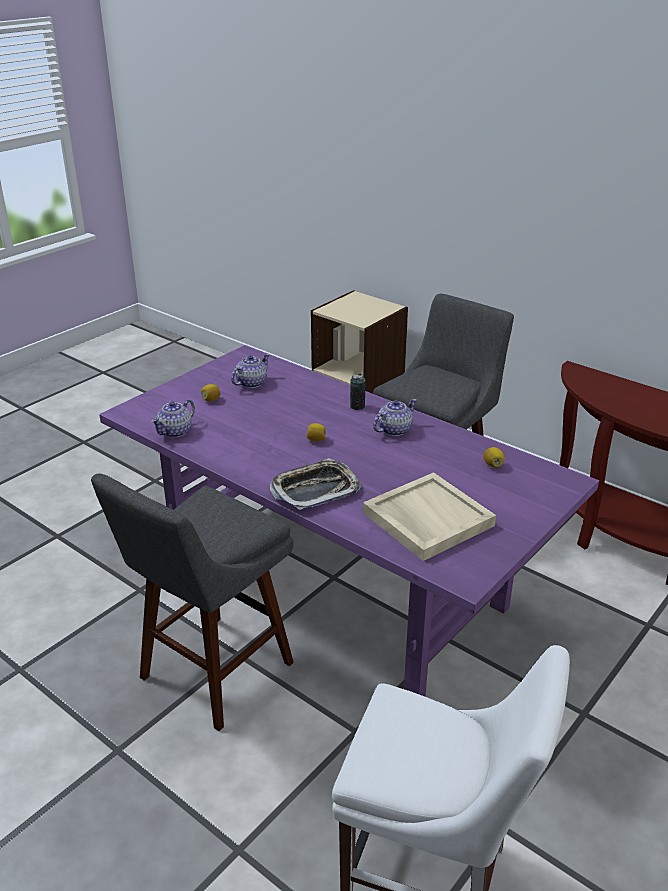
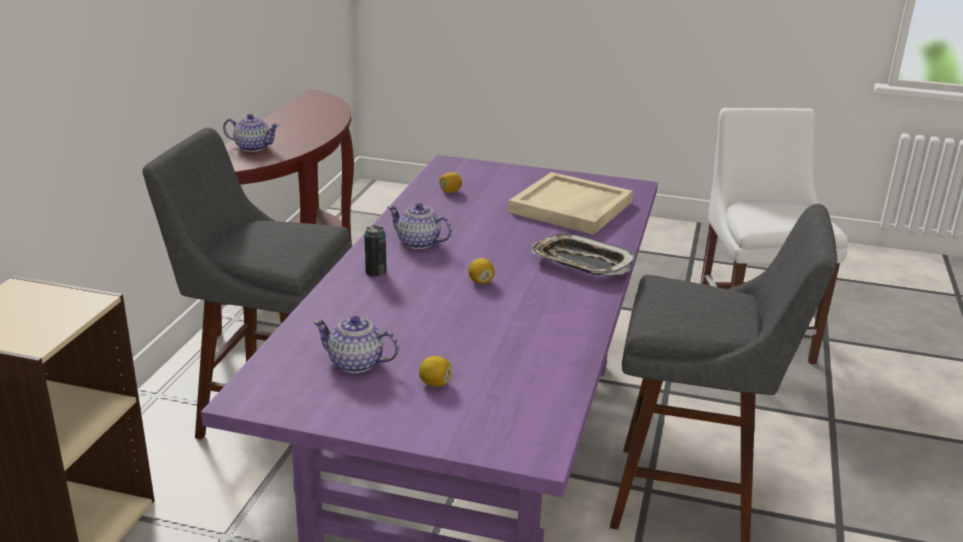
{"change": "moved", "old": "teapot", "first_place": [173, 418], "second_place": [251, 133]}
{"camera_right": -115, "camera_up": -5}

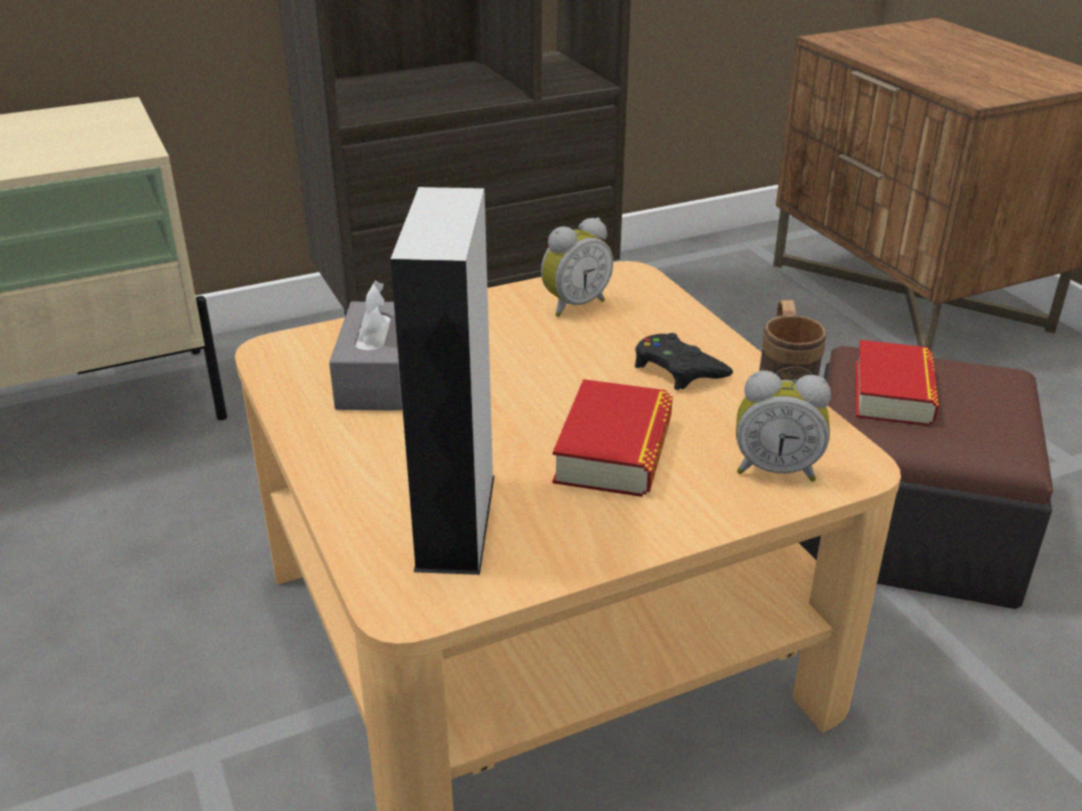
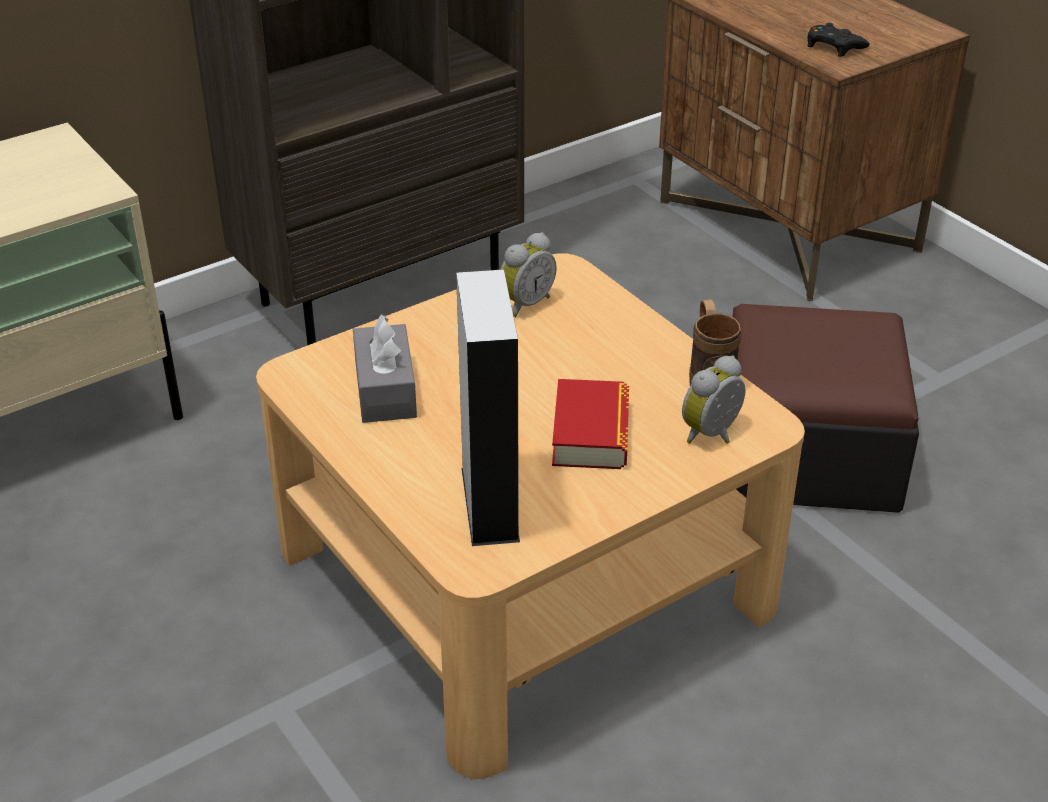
{"change": "moved", "old": "black-coloured game controller", "first_place": [684, 361], "second_place": [838, 40]}
{"change": "removed", "old": "book", "first_place": [897, 383]}
{"change": "turned", "old": "bedside clock", "first_place": [783, 426], "second_place": [713, 399], "degrees": 135}
{"camera_right": -10, "camera_up": 5}

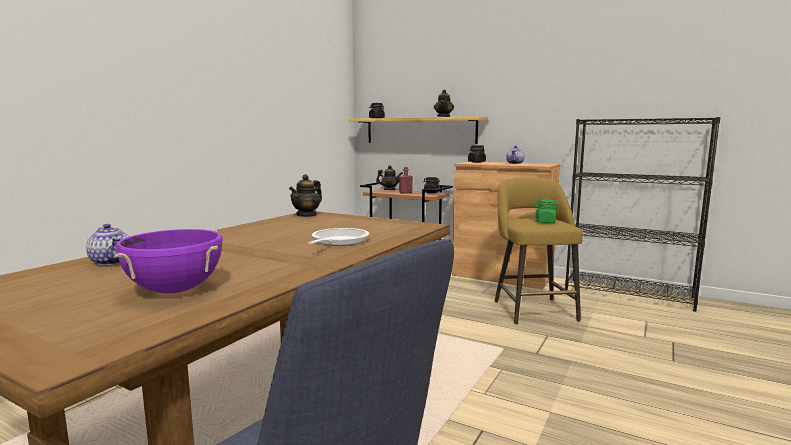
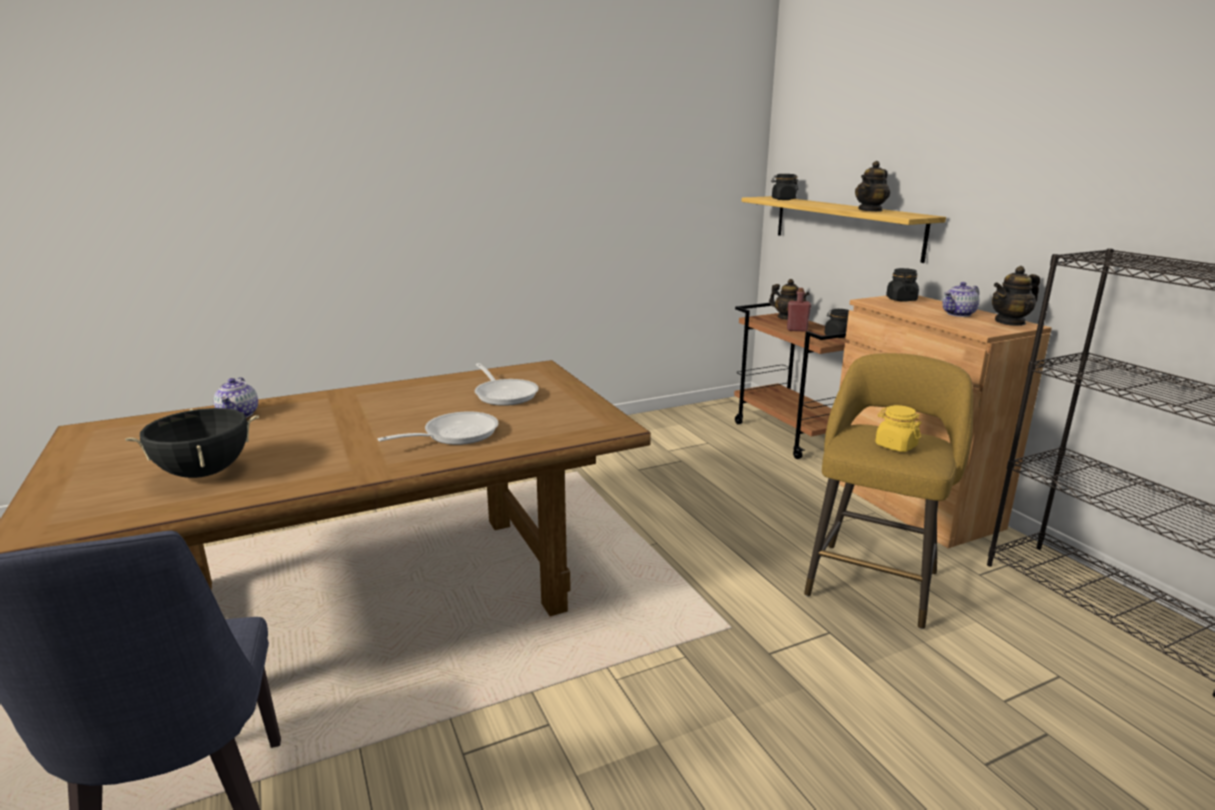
{"change": "moved", "old": "teapot", "first_place": [305, 195], "second_place": [1016, 296]}
{"change": "recoloured", "old": "green-coloured preserve jar", "new": "yellow-coloured preserve jar", "first_place": [545, 211], "second_place": [898, 428]}
{"change": "recoloured", "old": "purplish stockpot", "new": "black-coloured stockpot", "first_place": [168, 261], "second_place": [192, 443]}
{"change": "added", "new": "frying pan", "second_place": [507, 384]}
{"camera_right": 35, "camera_up": 10}

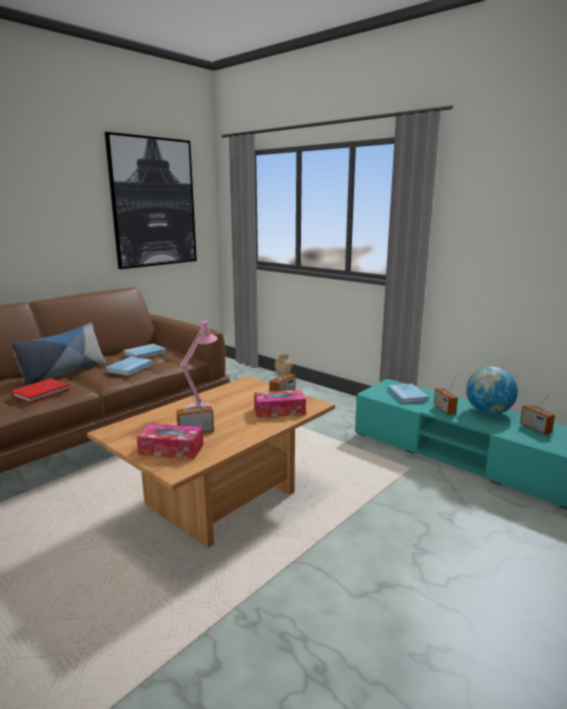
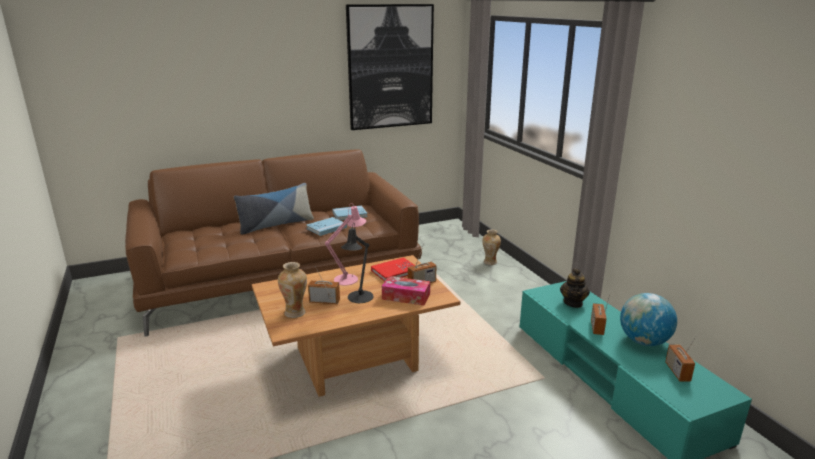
{"change": "moved", "old": "reddish book", "first_place": [40, 390], "second_place": [393, 269]}
{"change": "replaced", "old": "blue-coloured book", "new": "teapot", "first_place": [408, 394], "second_place": [575, 288]}
{"change": "replaced", "old": "tissue box", "new": "vase", "first_place": [170, 441], "second_place": [292, 290]}
{"change": "added", "new": "black-coloured lamp for a table", "second_place": [357, 263]}
{"camera_right": 25, "camera_up": 5}

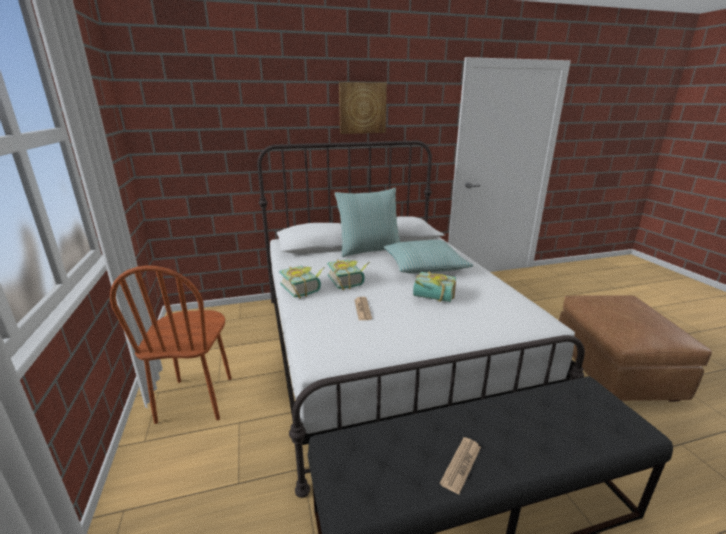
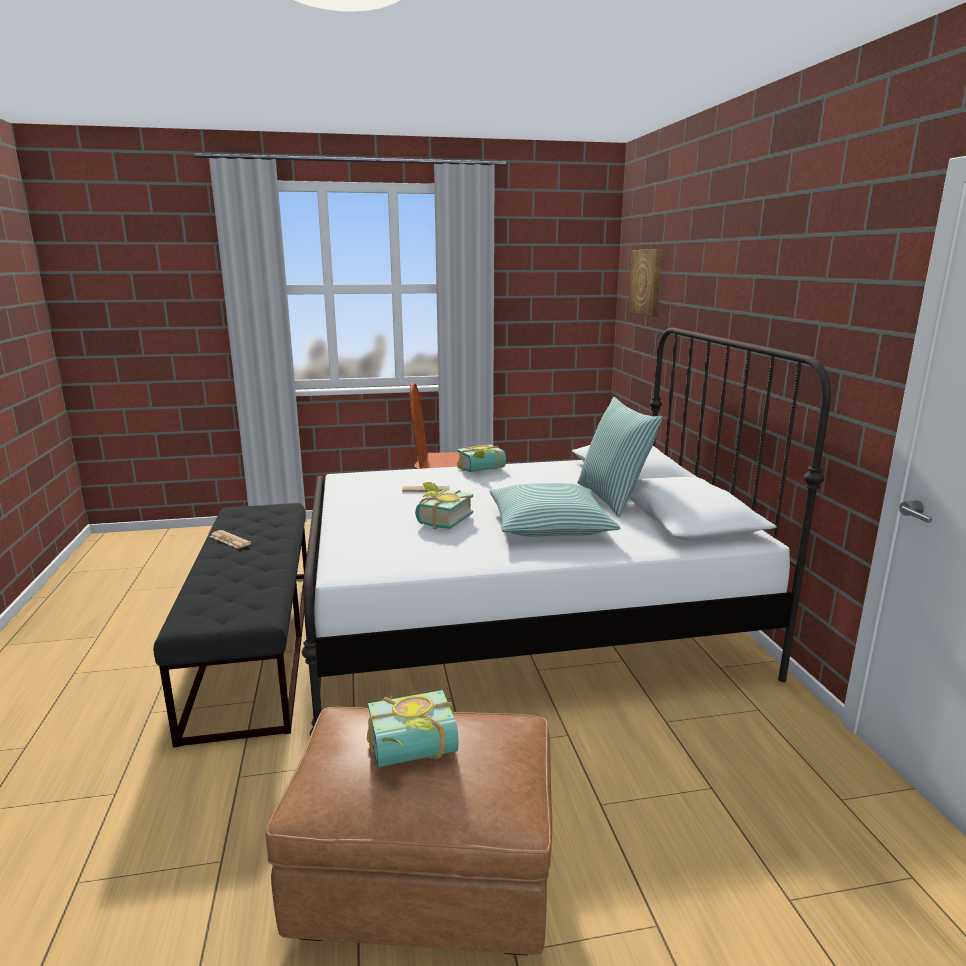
{"change": "moved", "old": "wall picture", "first_place": [363, 108], "second_place": [645, 283]}
{"change": "moved", "old": "book", "first_place": [348, 274], "second_place": [413, 728]}
{"camera_right": 95, "camera_up": -5}

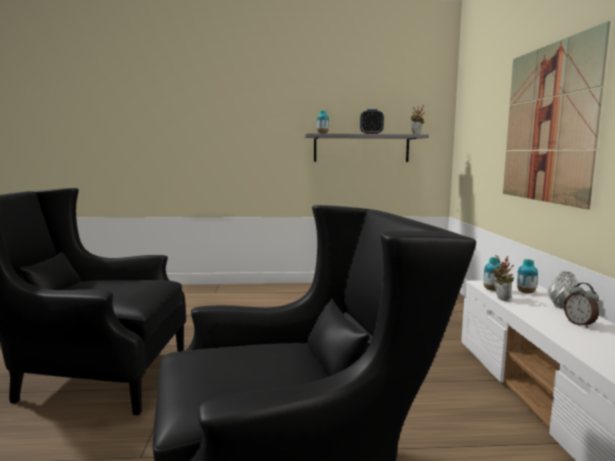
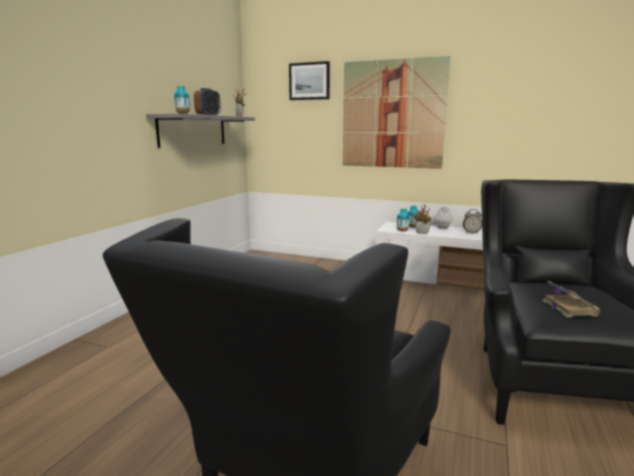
{"change": "added", "new": "wall picture", "second_place": [309, 80]}
{"change": "added", "new": "book", "second_place": [571, 299]}
{"camera_right": -65, "camera_up": 5}

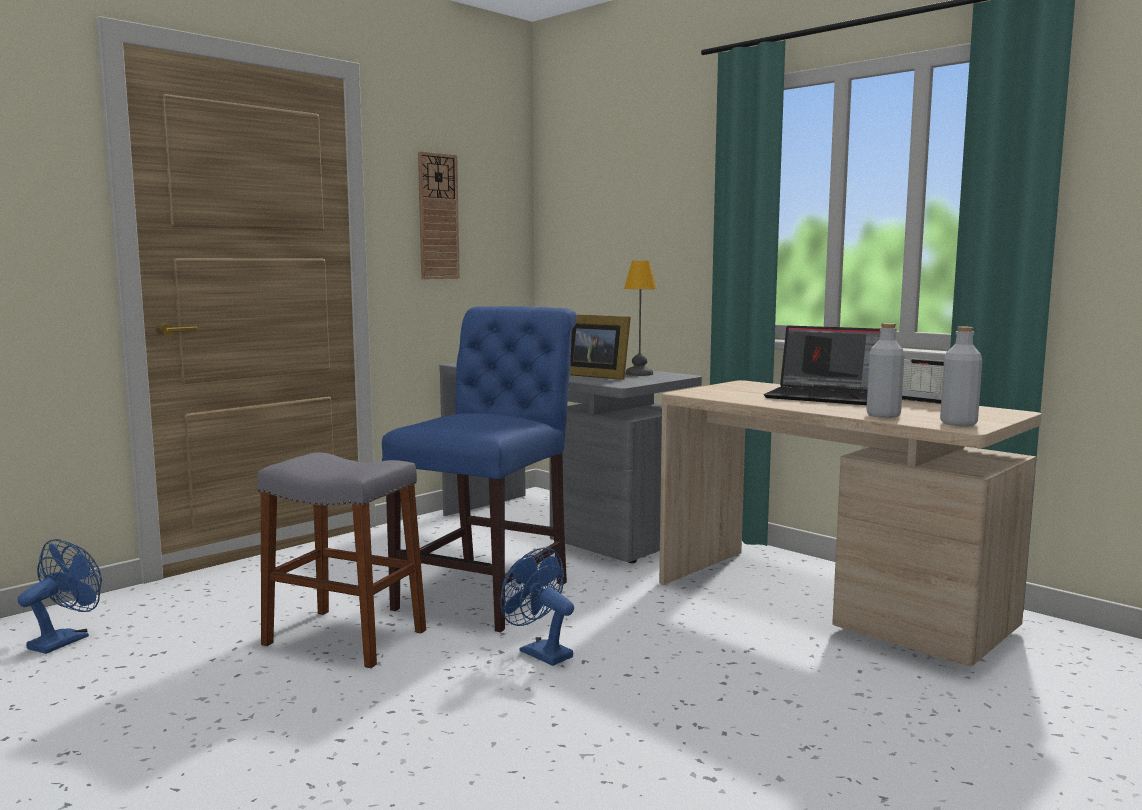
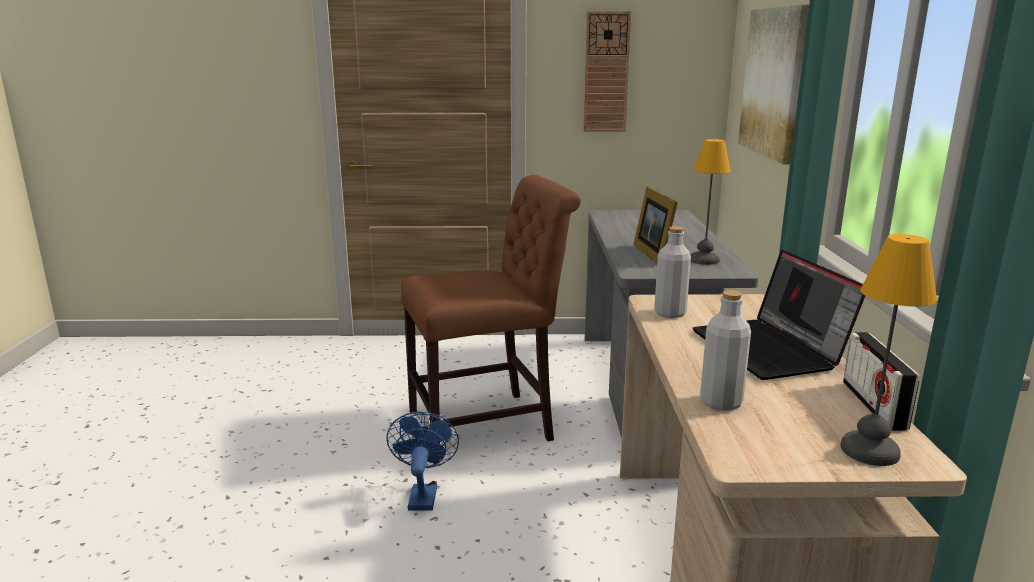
{"change": "recoloured", "old": "blue-coloured upright chair", "new": "brown-coloured upright chair", "first_place": [479, 469], "second_place": [491, 319]}
{"change": "moved", "old": "greyish drink bottle", "first_place": [961, 376], "second_place": [672, 272]}
{"change": "removed", "old": "greyish stool", "first_place": [341, 560]}
{"change": "removed", "old": "blue-coloured cooling fan", "first_place": [59, 596]}
{"change": "added", "new": "wall picture", "second_place": [773, 84]}
{"change": "added", "new": "lamp for a table", "second_place": [889, 350]}
{"camera_right": 45, "camera_up": 10}

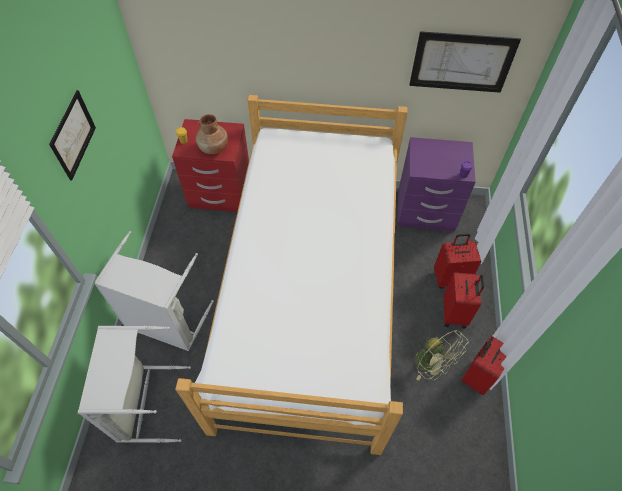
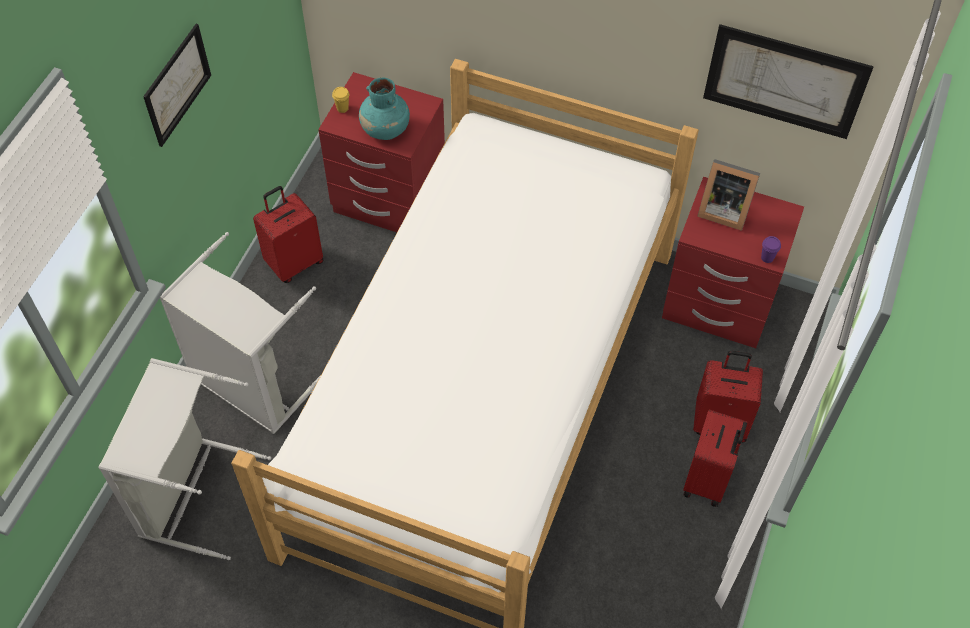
{"change": "recoloured", "old": "brown-coloured vase", "new": "turquoise vase", "first_place": [212, 134], "second_place": [384, 109]}
{"change": "recoloured", "old": "purplish night table", "new": "reddish night table", "first_place": [436, 184], "second_place": [733, 262]}
{"change": "removed", "old": "green-coloured cooling fan", "first_place": [442, 355]}
{"change": "moved", "old": "reddish suitcase", "first_place": [484, 365], "second_place": [288, 234]}
{"change": "added", "new": "standing frame", "second_place": [728, 195]}
{"camera_right": 15, "camera_up": 0}

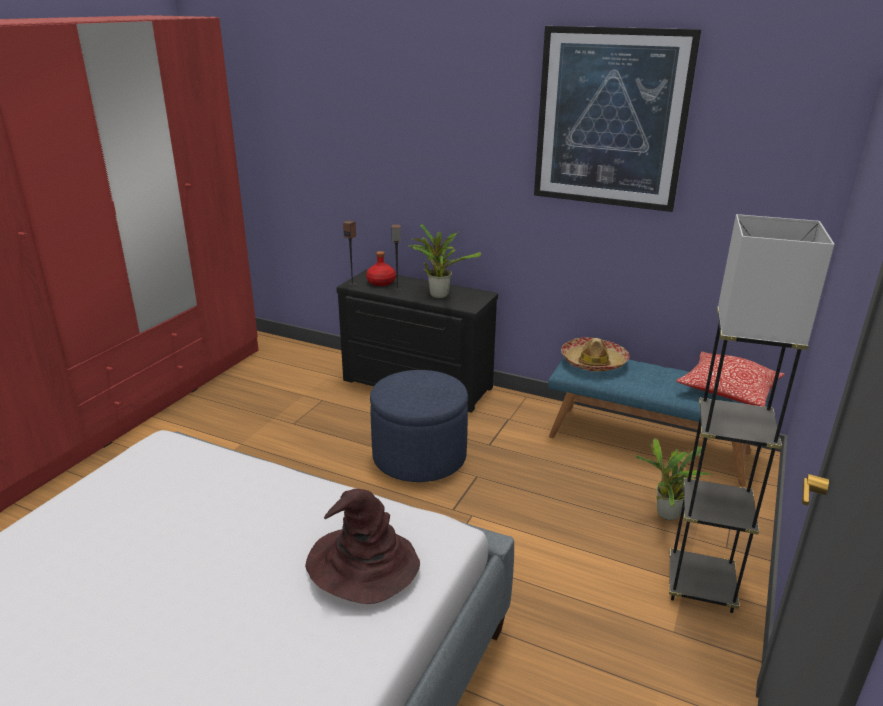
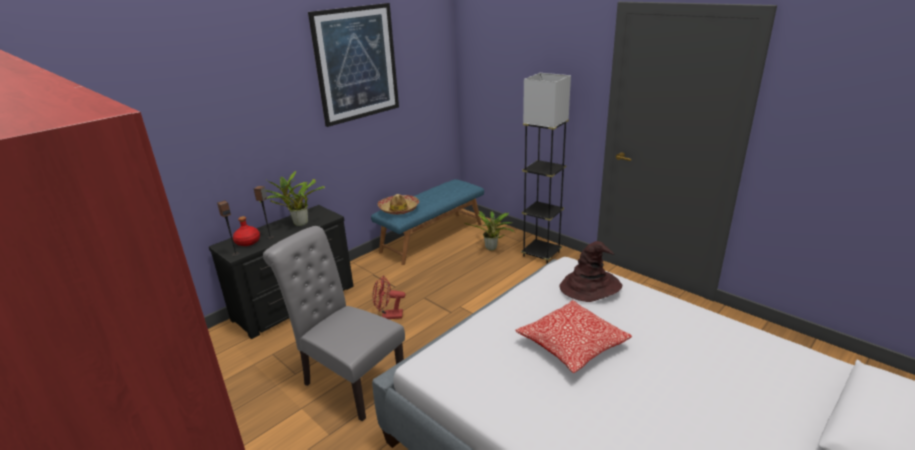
{"change": "moved", "old": "cushion", "first_place": [730, 378], "second_place": [573, 336]}
{"change": "replaced", "old": "blue-coloured footrest", "new": "reddish cooling fan", "first_place": [419, 426], "second_place": [389, 297]}
{"change": "added", "new": "greyish upright chair", "second_place": [334, 324]}
{"camera_right": -70, "camera_up": 0}

